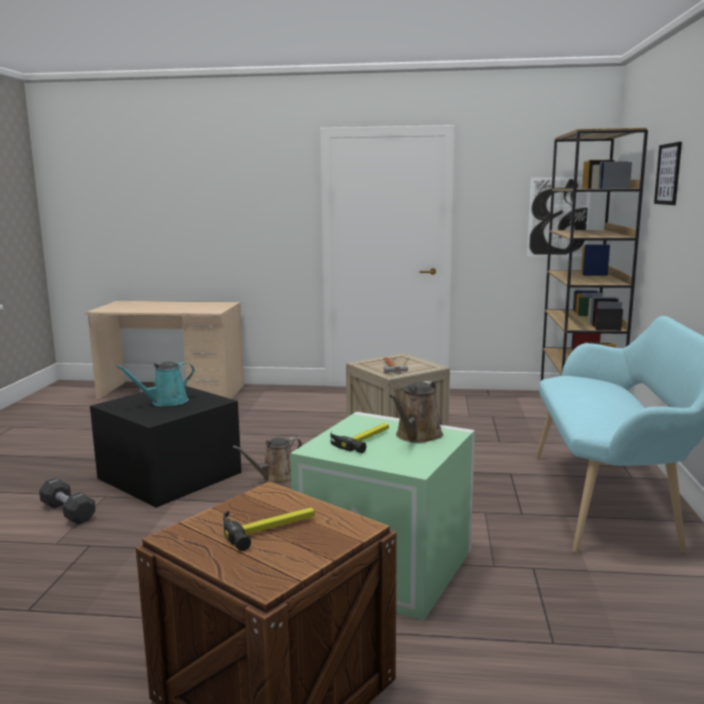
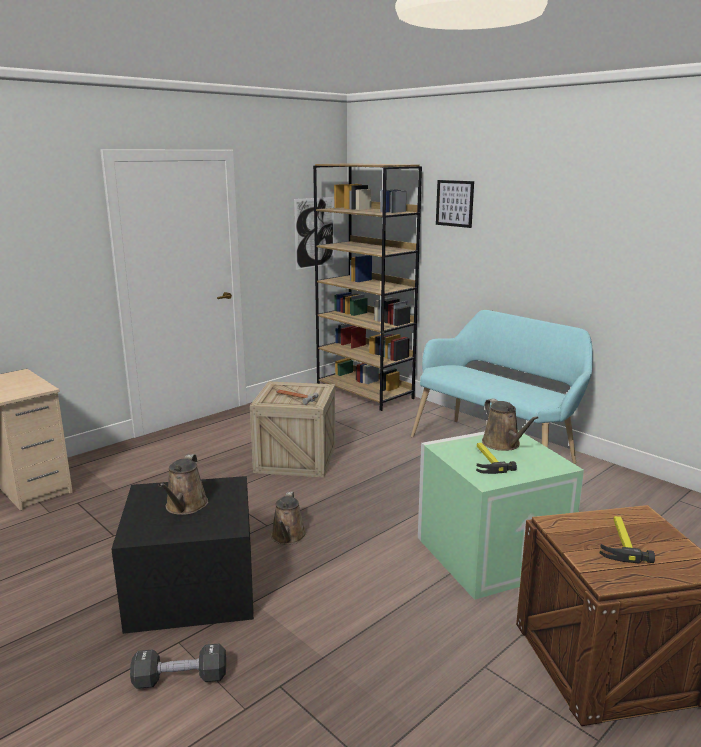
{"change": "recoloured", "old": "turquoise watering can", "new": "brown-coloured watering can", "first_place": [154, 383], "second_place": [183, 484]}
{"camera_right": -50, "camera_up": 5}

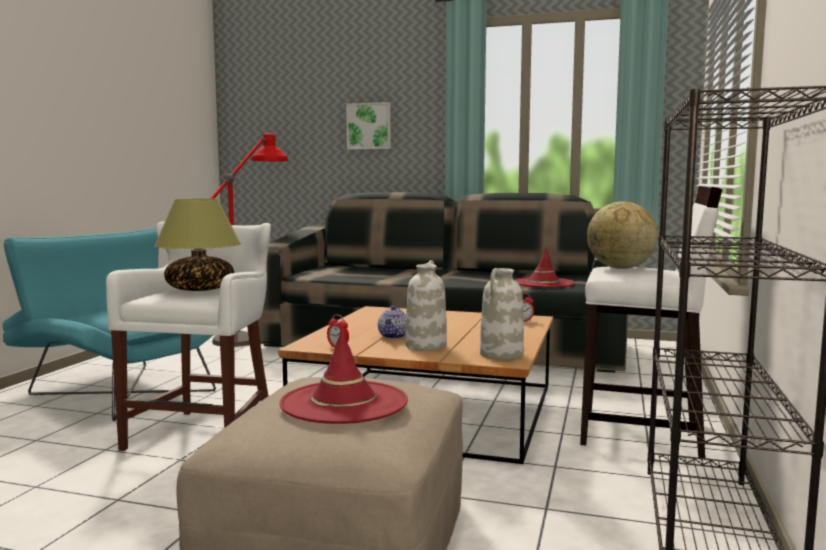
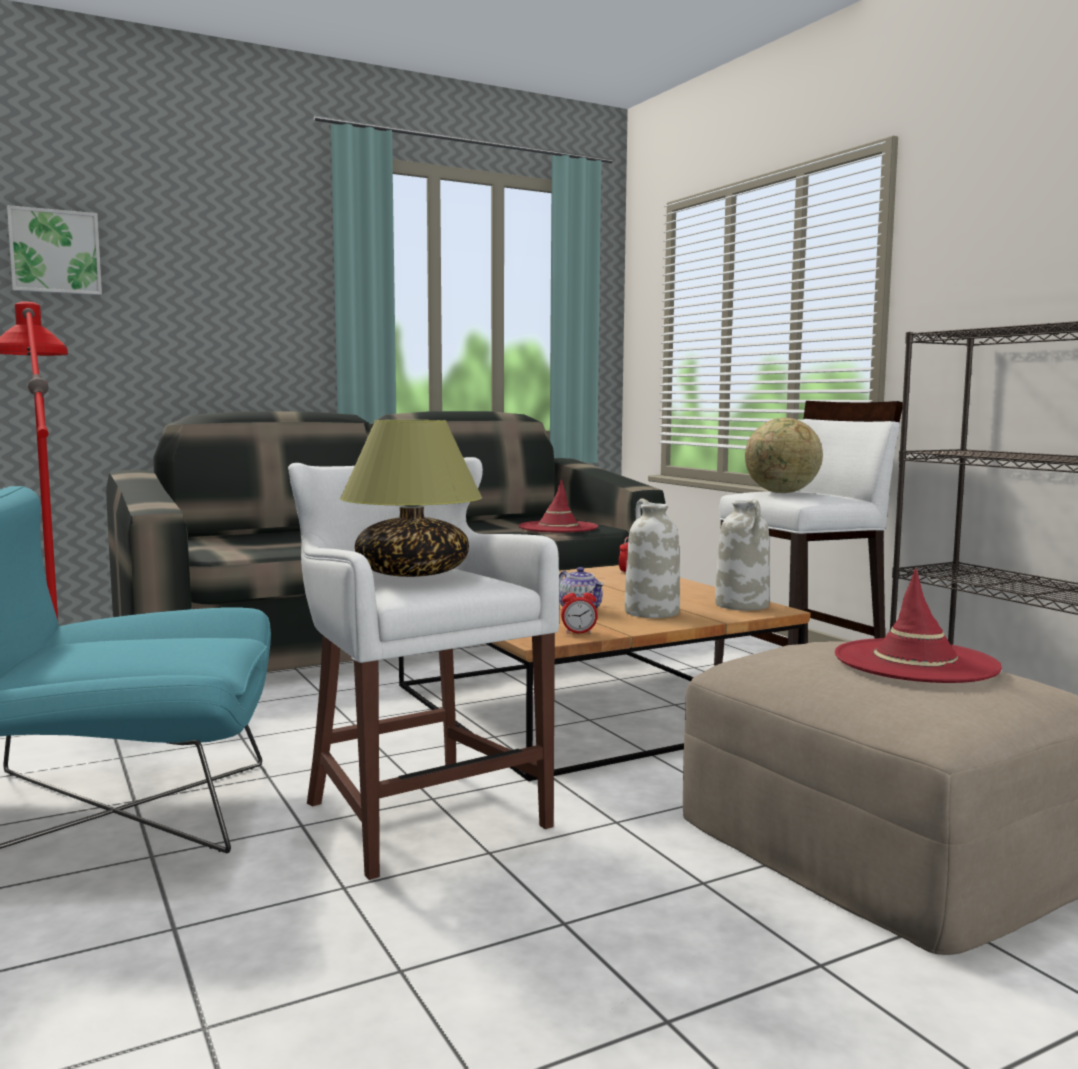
{"change": "moved", "old": "wall picture", "first_place": [368, 126], "second_place": [54, 250]}
{"camera_right": -45, "camera_up": 0}

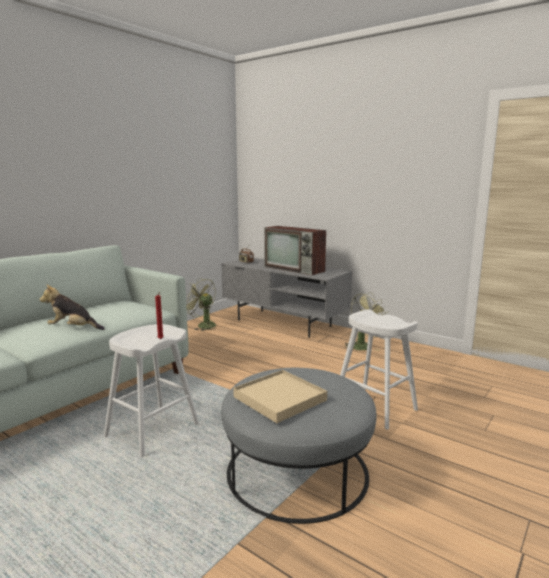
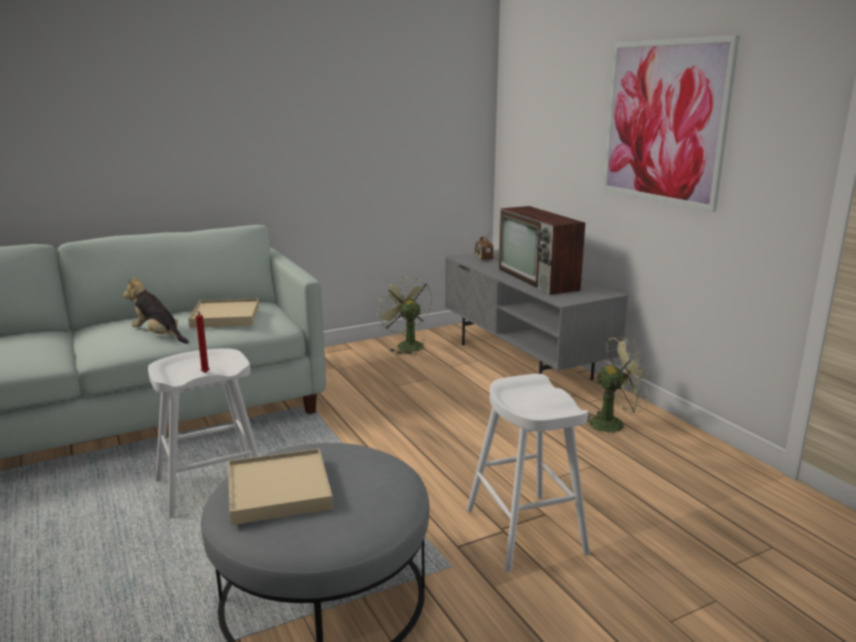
{"change": "added", "new": "wall picture", "second_place": [671, 123]}
{"change": "added", "new": "beige-coloured serving tray", "second_place": [223, 313]}
{"camera_right": 25, "camera_up": 5}

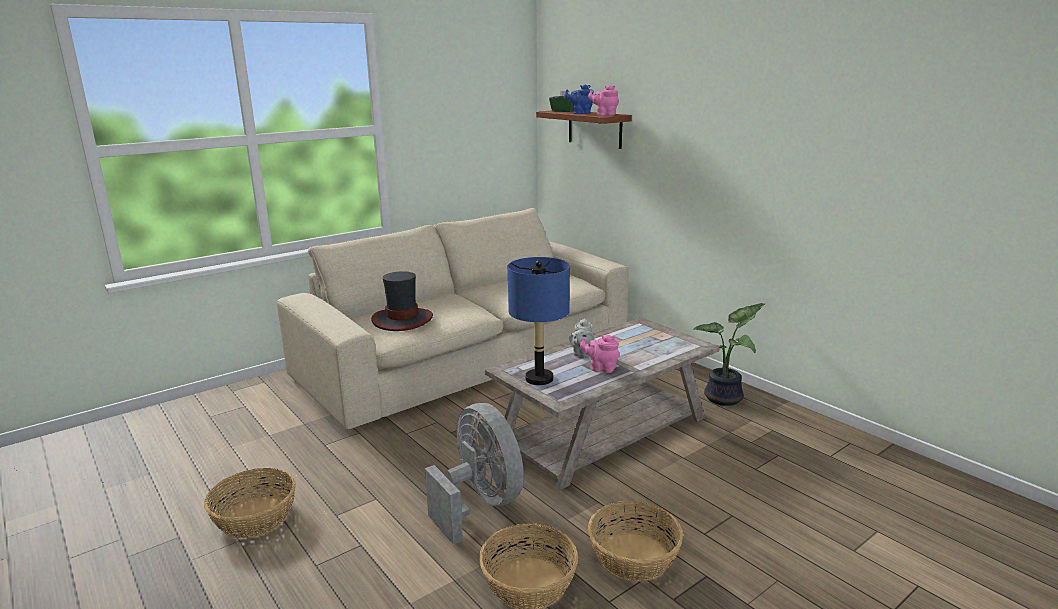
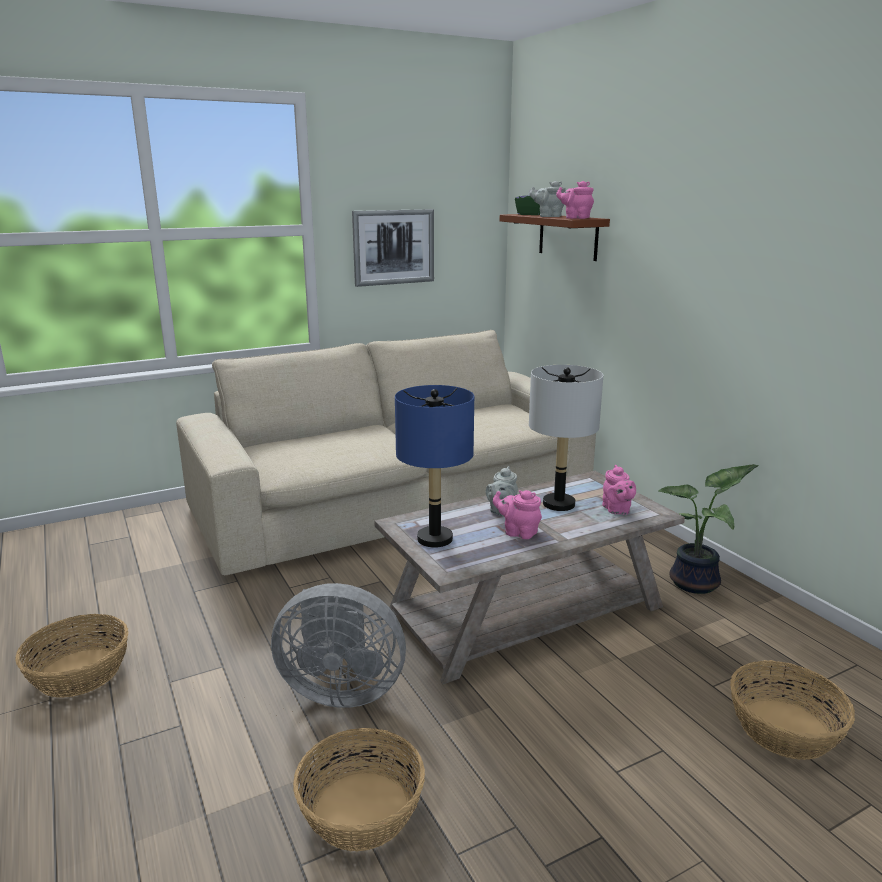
{"change": "recoloured", "old": "blue-coloured teapot", "new": "greyish teapot", "first_place": [578, 99], "second_place": [547, 199]}
{"change": "removed", "old": "clothing hat", "first_place": [402, 301]}
{"change": "turned", "old": "greyish cooling fan", "first_place": [474, 474], "second_place": [338, 645], "degrees": 120}
{"change": "moved", "old": "storage basket", "first_place": [635, 541], "second_place": [792, 710]}
{"change": "added", "new": "wall picture", "second_place": [393, 248]}
{"change": "added", "new": "greyish lamp for a table", "second_place": [566, 438]}
{"change": "added", "new": "pinkish teapot", "second_place": [619, 490]}
{"camera_right": 10, "camera_up": 0}

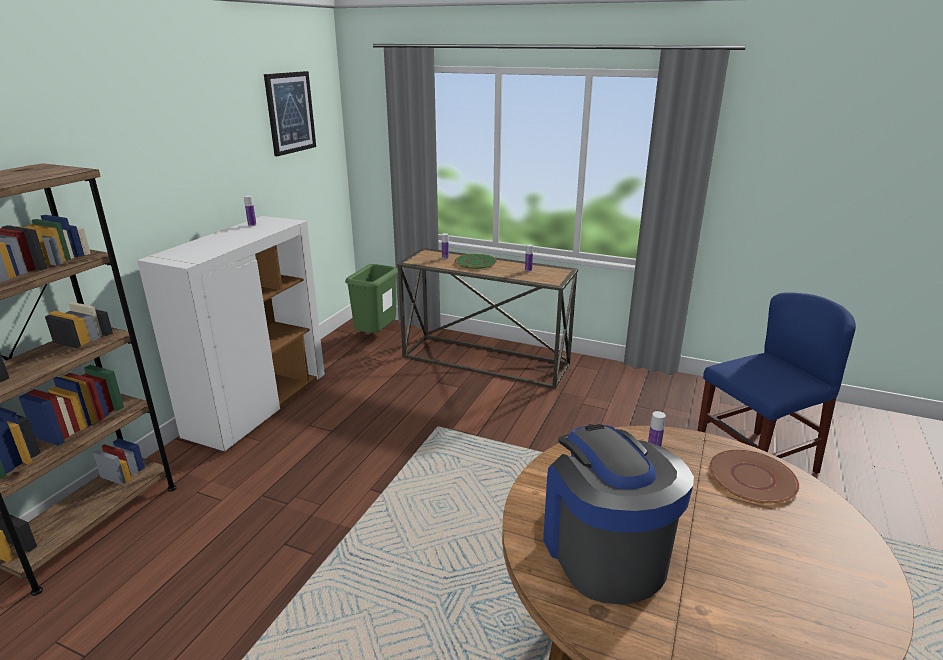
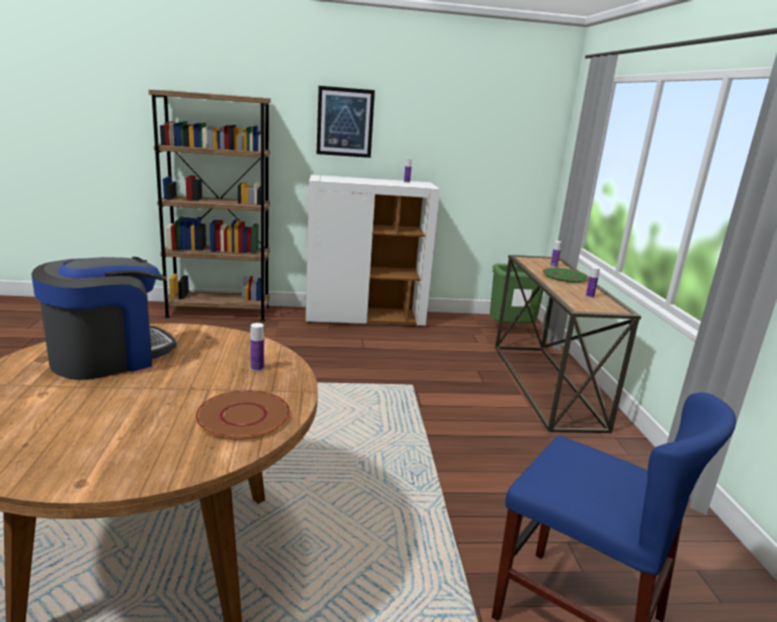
{"change": "moved", "old": "wall picture", "first_place": [290, 113], "second_place": [346, 122]}
{"camera_right": 60, "camera_up": -5}

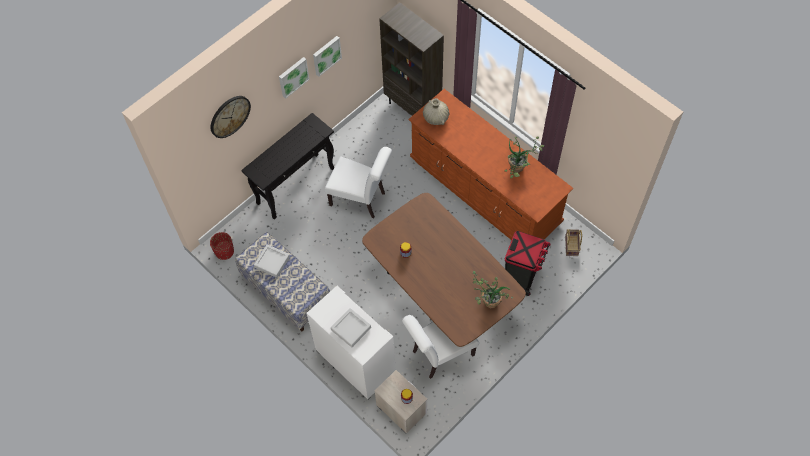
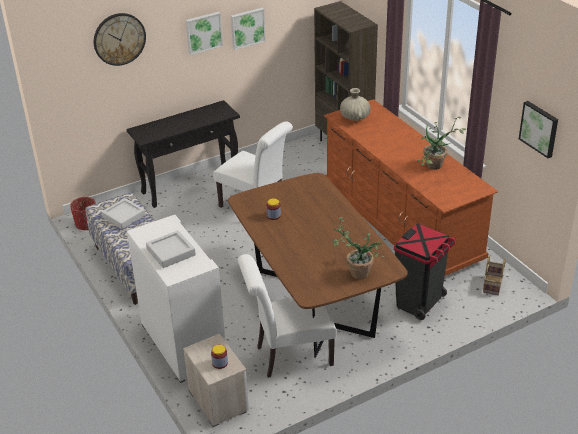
{"change": "added", "new": "wall picture", "second_place": [538, 129]}
{"camera_right": 15, "camera_up": -25}

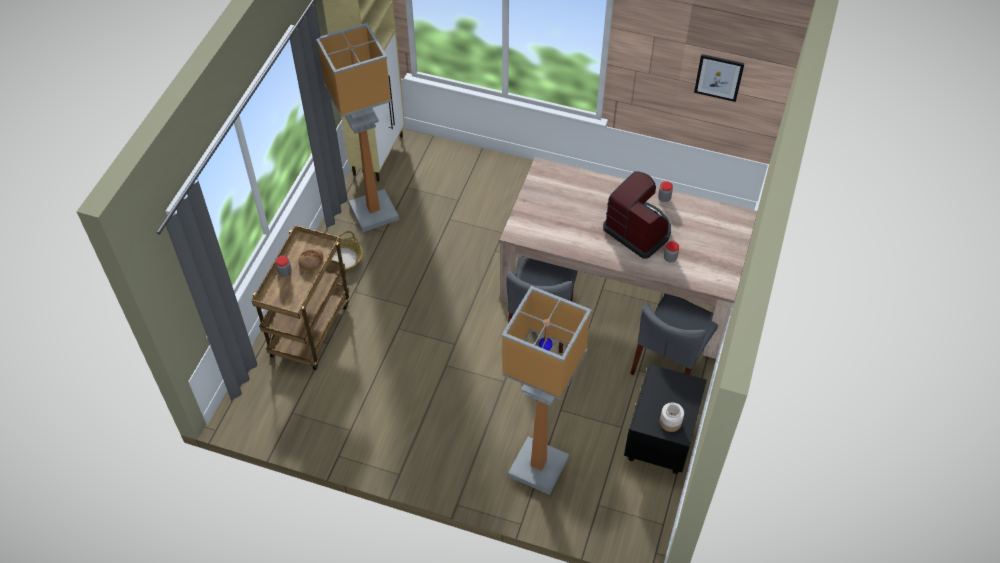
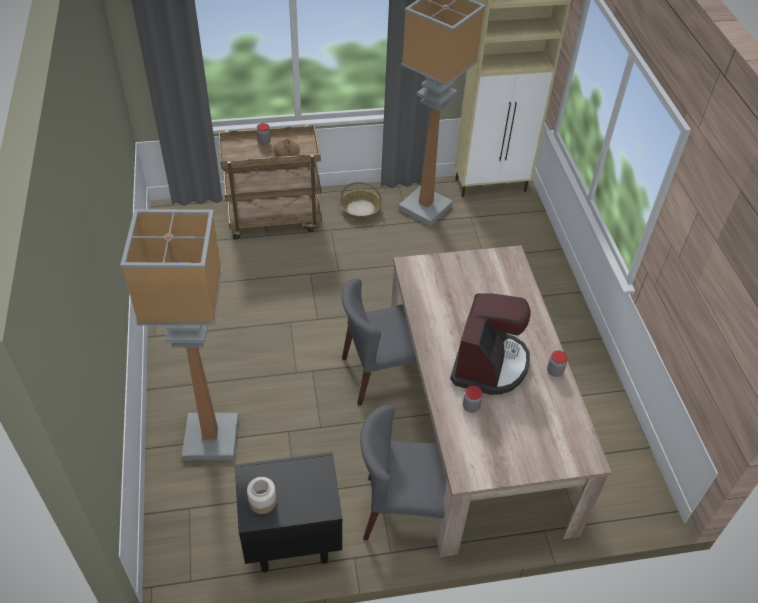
{"change": "removed", "old": "wall picture", "first_place": [719, 78]}
{"camera_right": 60, "camera_up": -5}

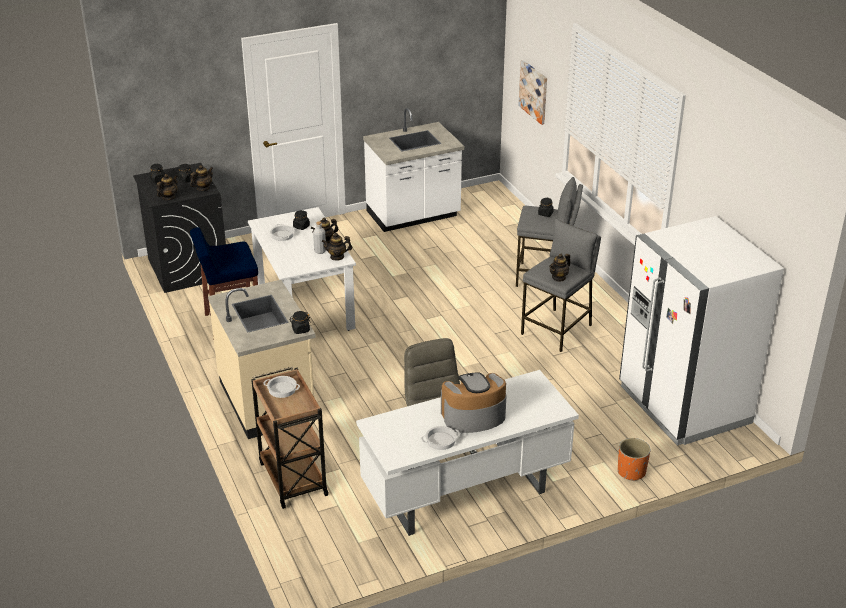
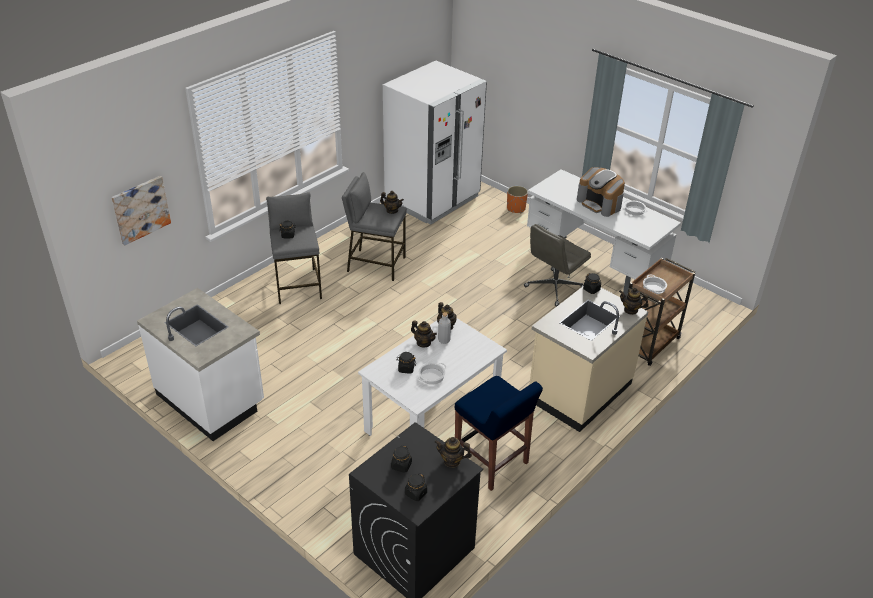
{"change": "moved", "old": "teapot", "first_place": [201, 178], "second_place": [634, 301]}
{"camera_right": -115, "camera_up": 5}

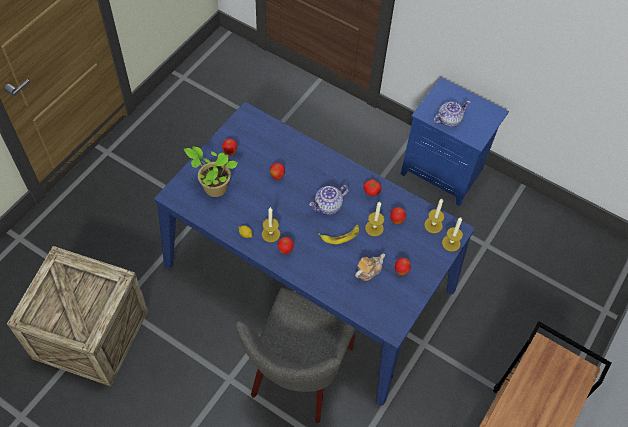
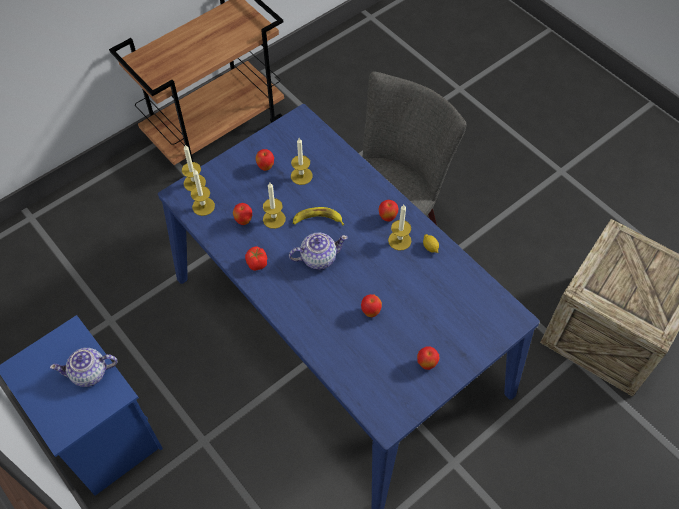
{"change": "removed", "old": "plant in a pot", "first_place": [211, 172]}
{"change": "replaced", "old": "teapot", "new": "wax candle", "first_place": [370, 267], "second_place": [302, 161]}
{"camera_right": -160, "camera_up": 0}

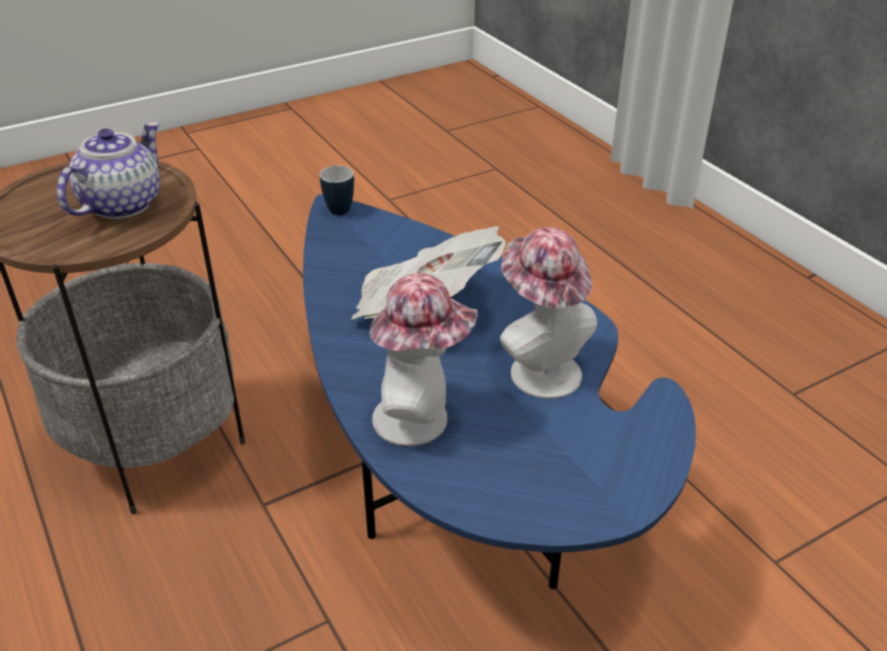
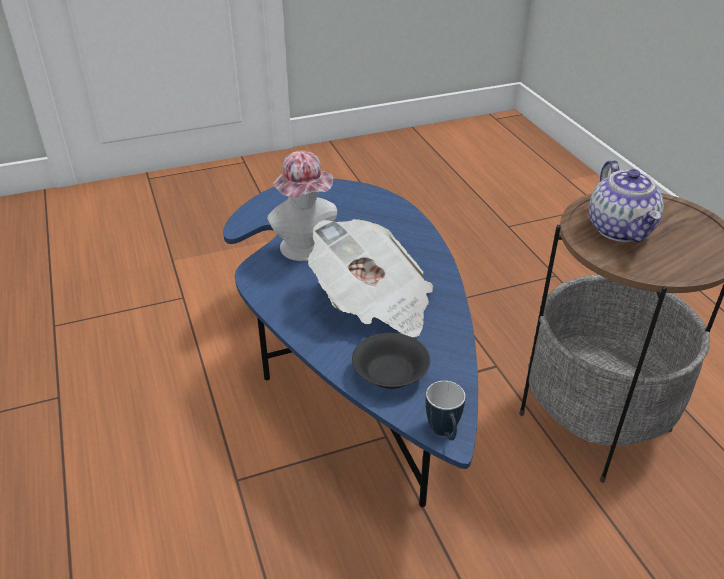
{"change": "turned", "old": "teapot", "first_place": [108, 170], "second_place": [626, 201], "degrees": -45}
{"change": "removed", "old": "clothing hat", "first_place": [423, 359]}
{"change": "added", "new": "black-coloured deep dish", "second_place": [391, 361]}
{"camera_right": -170, "camera_up": 0}

